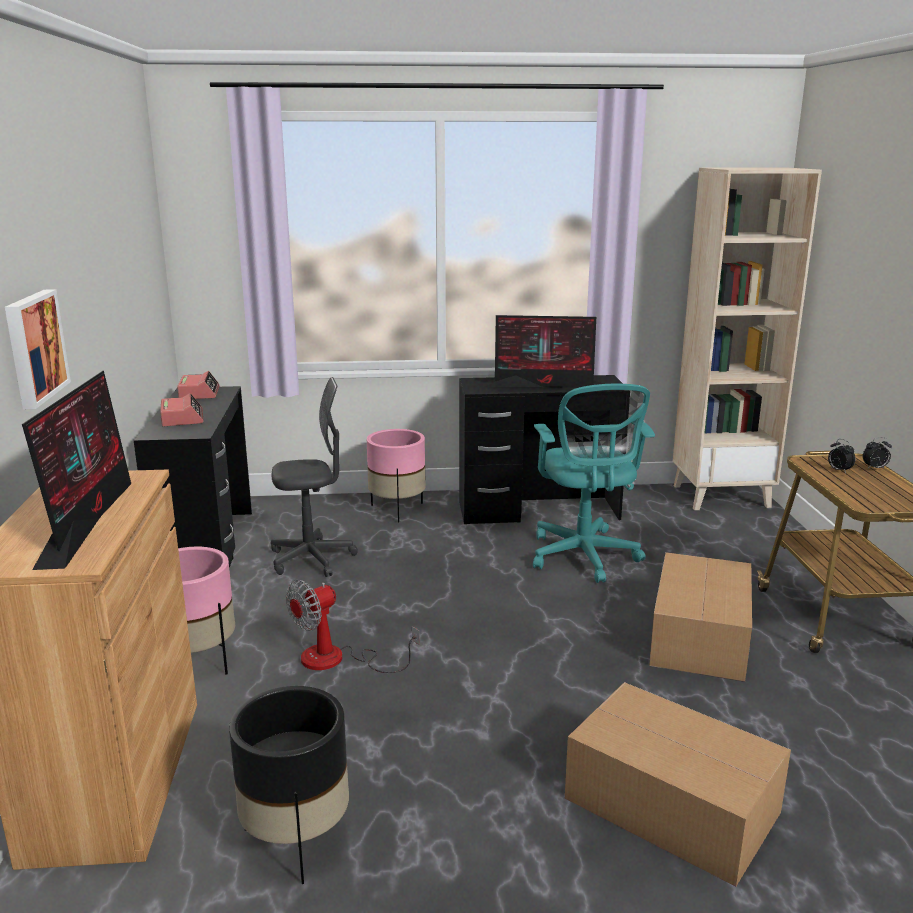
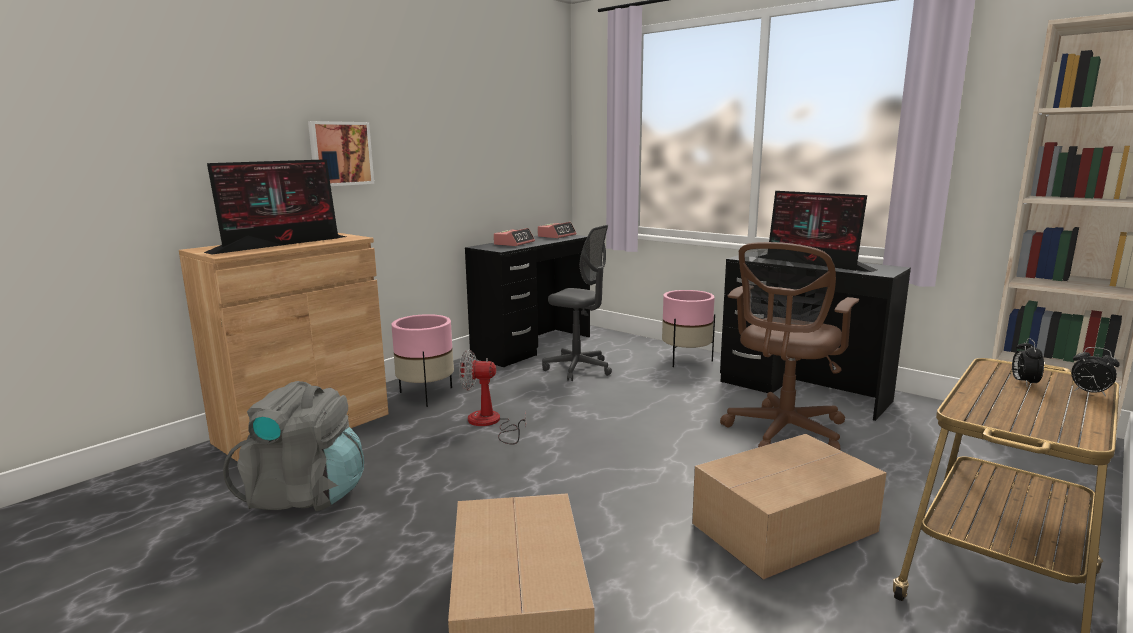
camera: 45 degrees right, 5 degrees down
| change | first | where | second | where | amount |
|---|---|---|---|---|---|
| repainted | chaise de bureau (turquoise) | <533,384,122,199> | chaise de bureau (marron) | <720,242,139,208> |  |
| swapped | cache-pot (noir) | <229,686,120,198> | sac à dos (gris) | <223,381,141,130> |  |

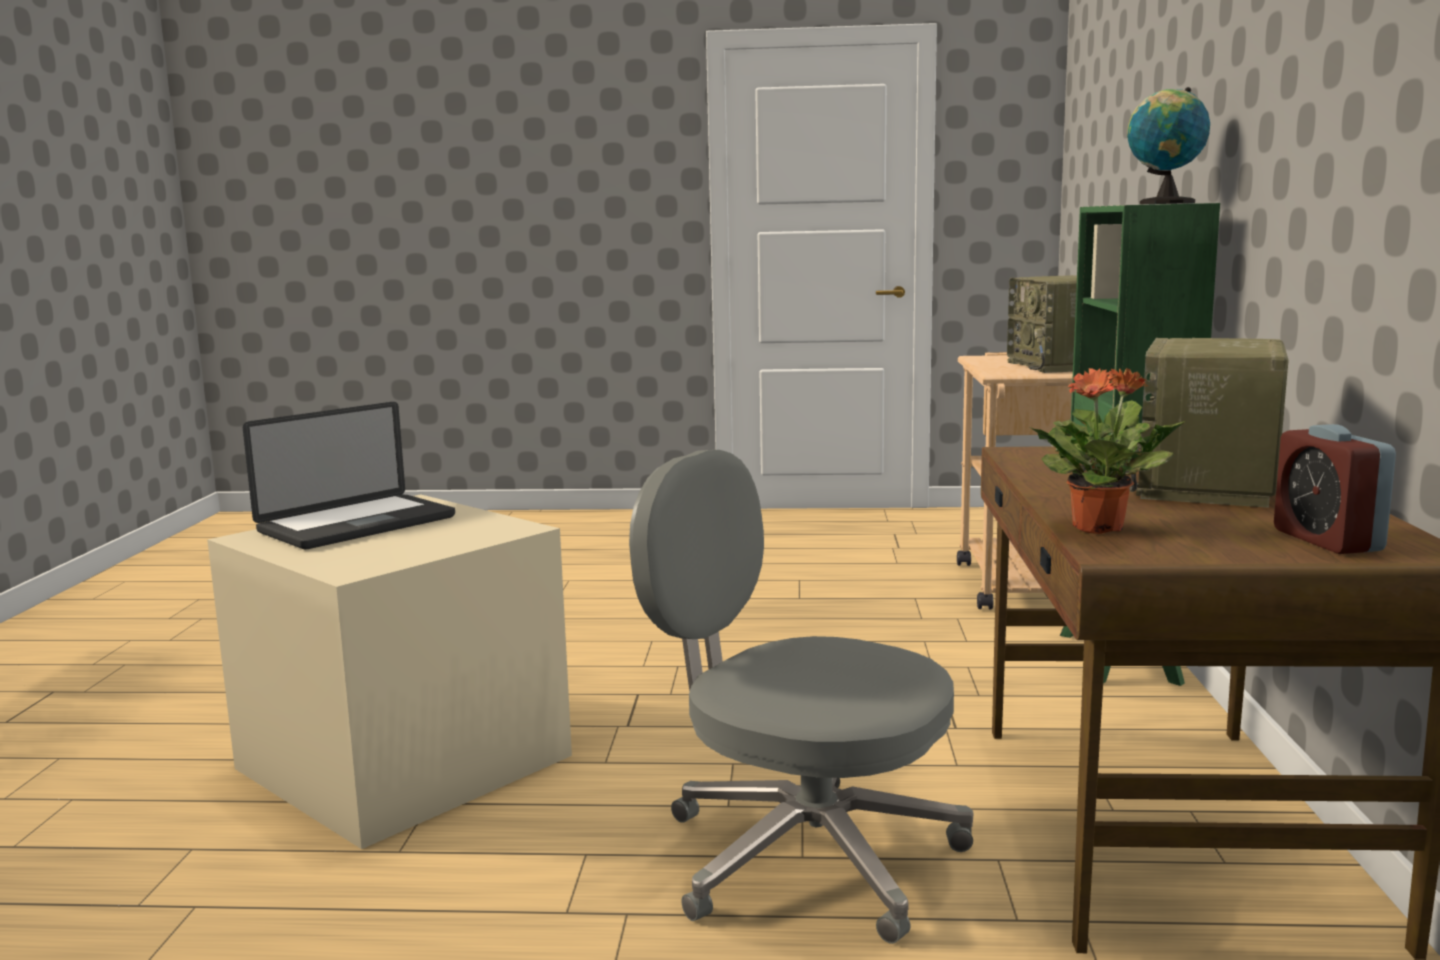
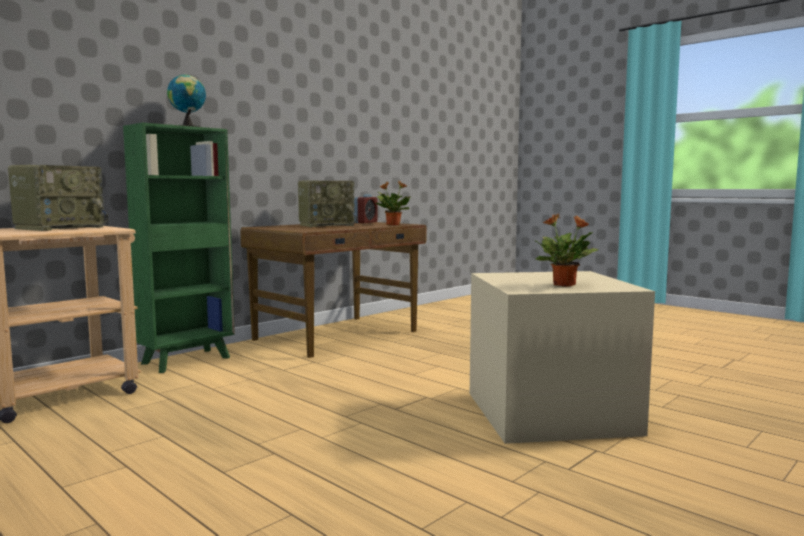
camera: 140 degrees left, 5 degrees down
| change | first | where | second | where | amount |
|---|---|---|---|---|---|
| swapped | ordinateur portable | <243,402,212,147> | plante en pot | <534,214,65,73> |  |
| gone | chaise de bureau (gris) | <629,450,344,494> |  |  |  |

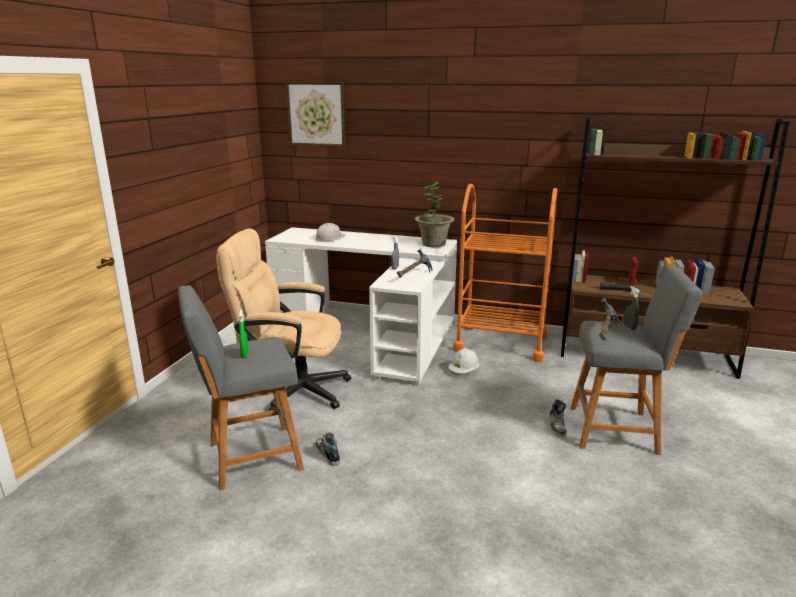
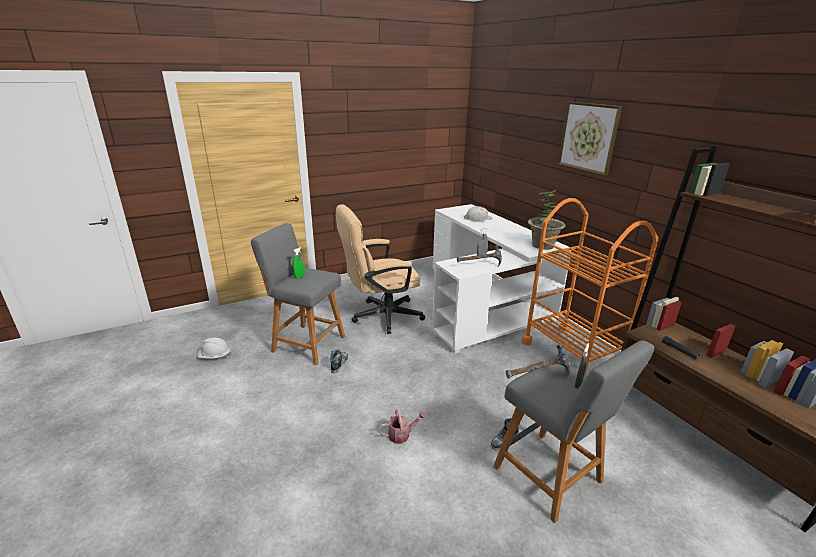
camera: 45 degrees right, 5 degrees up
| change | first | where | second | where | amount |
|---|---|---|---|---|---|
| shifted | tableau | <286,82,60,65> |  | <558,102,64,74> |  |
| rotated | chaise de bureau (beige) | <216,228,135,183> |  | <336,204,89,130> | 75 degrees counterclockwise |
| shifted | casque de chantier (blanc) | <448,348,31,26> |  | <197,337,34,22> |  |
| new |  |  | arrosoir | <379,410,47,34> |  |

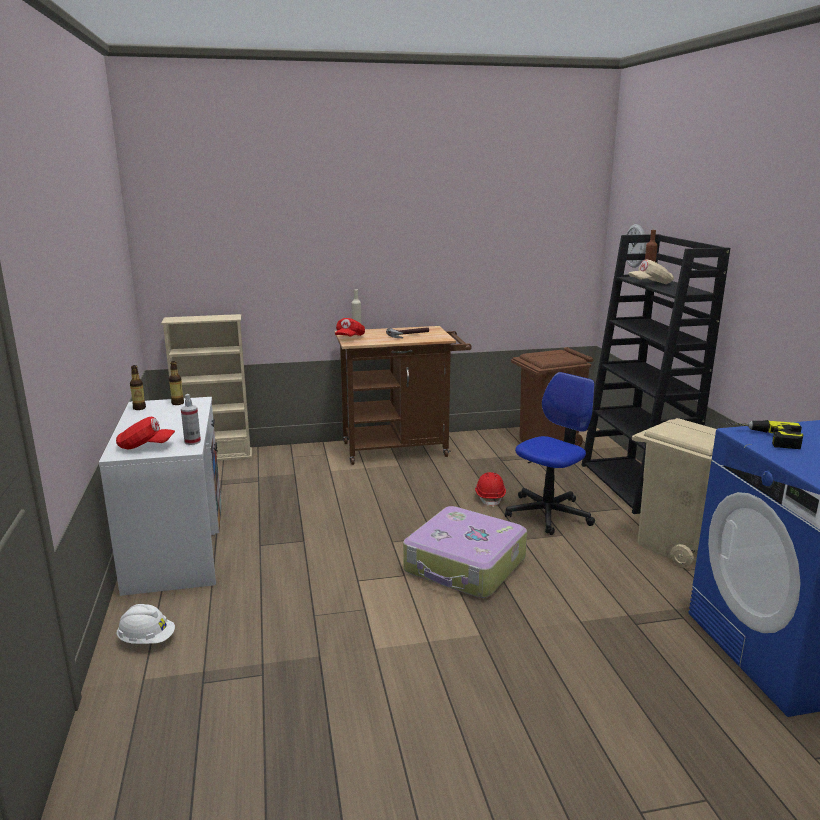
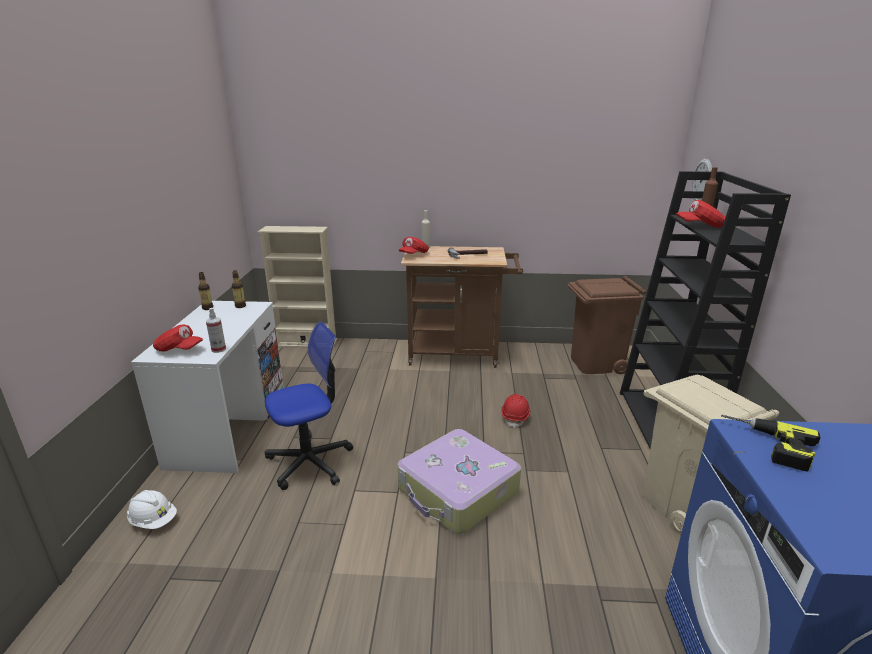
camera: 15 degrees right, 5 degrees up
| change | first | where | second | where | amount |
|---|---|---|---|---|---|
| repainted | casquette (beige) | <628,259,46,25> | casquette (rouge) | <676,200,50,28> |  |
| shifted | chaise de bureau | <505,372,90,163> |  | <265,322,88,168> |  |

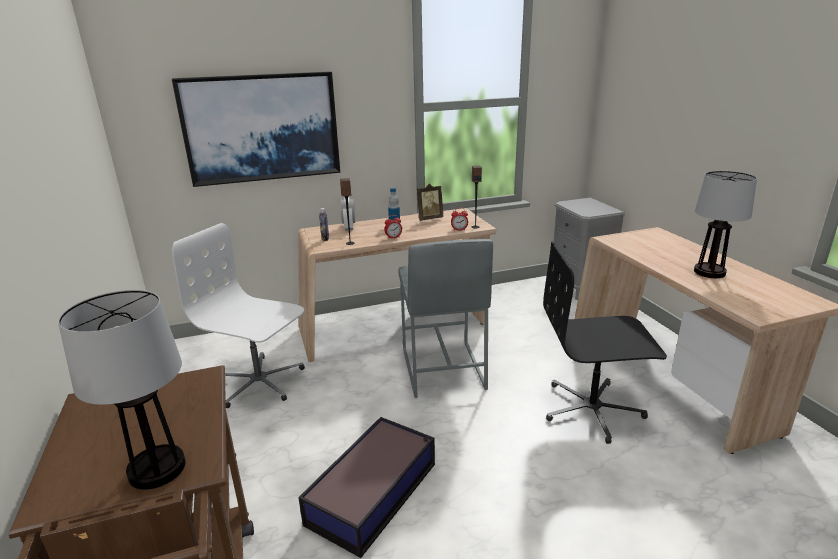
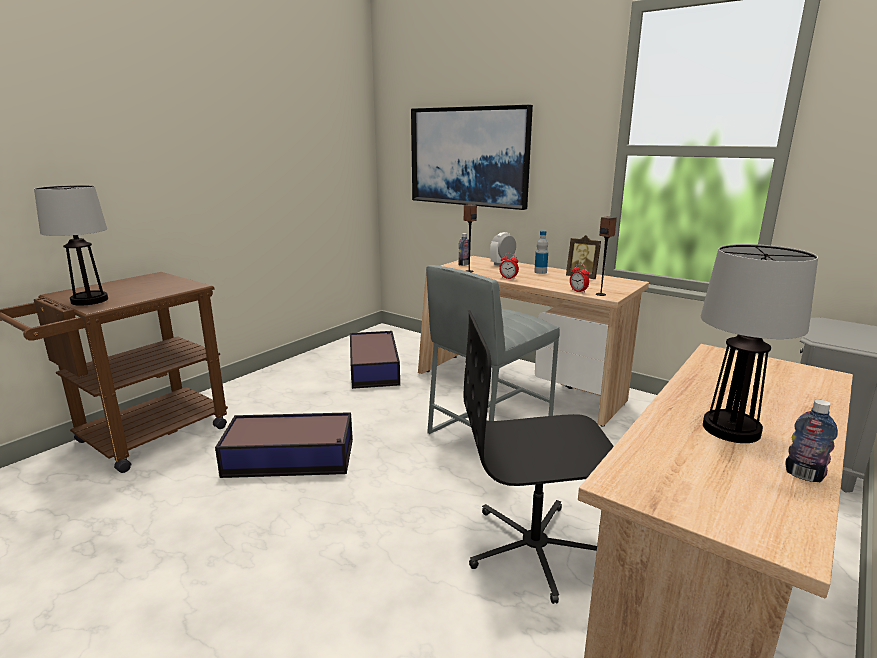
camera: 55 degrees right, 5 degrees down
| change | first | where | second | where | amount |
|---|---|---|---|---|---|
| swapped | chaise de bureau (blanc) | <172,223,133,185> | boîte de rangement | <350,331,50,58> |  |
| rotated | chaise de bureau (noir) | <543,241,124,203> |  | <463,310,151,294> | 60 degrees counterclockwise |
| new |  |  | bouteille | <785,399,53,83> |  |

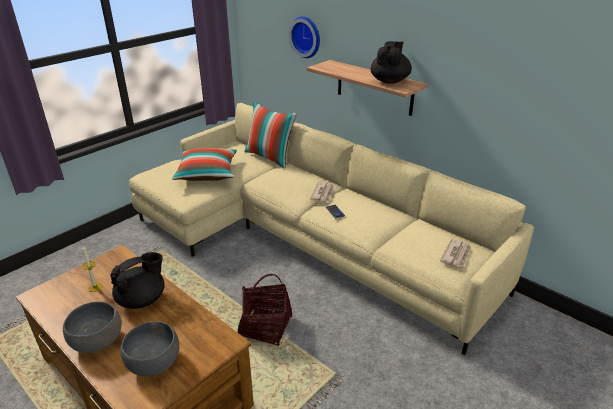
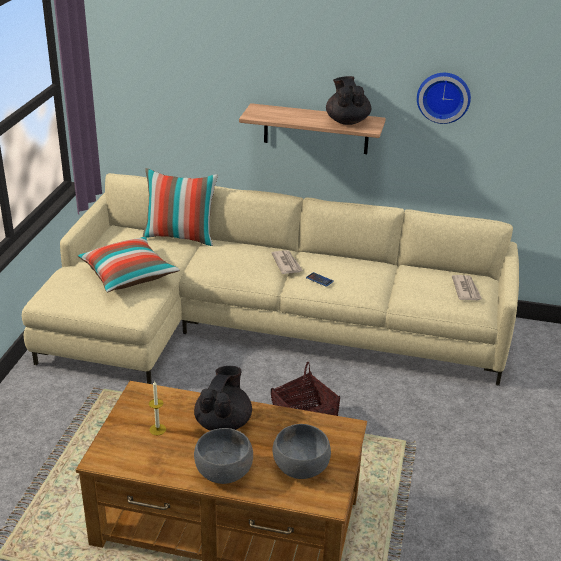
camera: 30 degrees left, 0 degrees up
| change | first | where | second | where | amount |
|---|---|---|---|---|---|
| shifted | horloge murale | <289,16,31,42> |  | <417,73,54,51> |  |

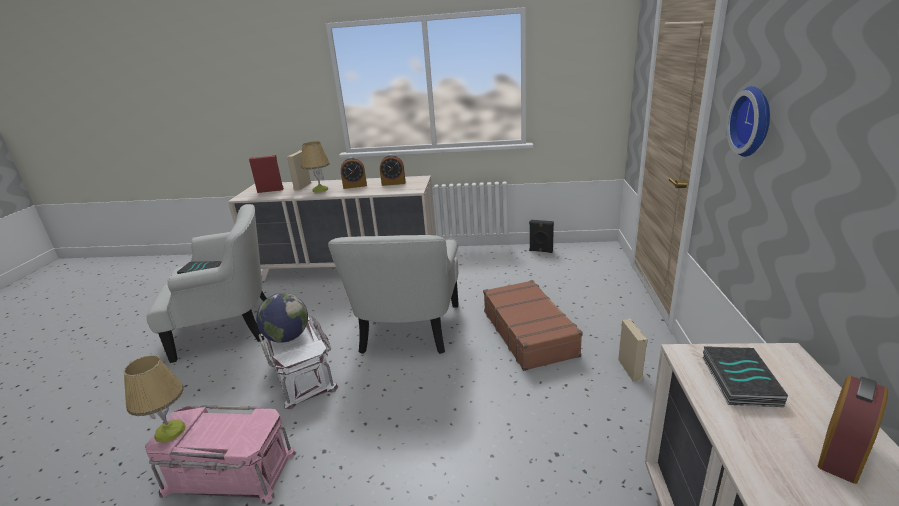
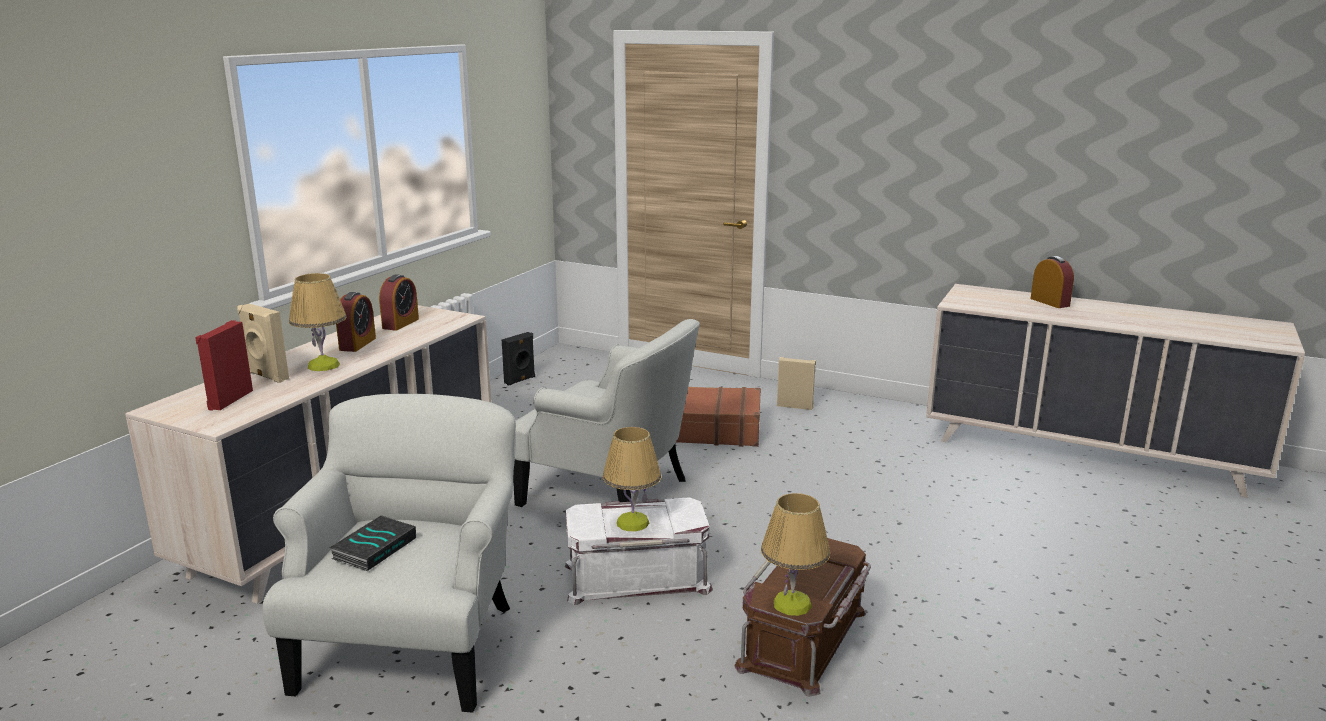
camera: 70 degrees left, 5 degrees down
| change | first | where | second | where | amount |
|---|---|---|---|---|---|
| gone | horloge murale | <726,86,44,71> |  |  |  |
| swapped | globe | <256,293,52,50> | lampe de table | <603,427,58,104> |  |
| gone | livre | <702,346,86,61> |  |  |  |
| repainted | boîte de rangement (rose) | <145,405,151,99> | boîte de rangement (marron) | <734,538,137,158> |  |

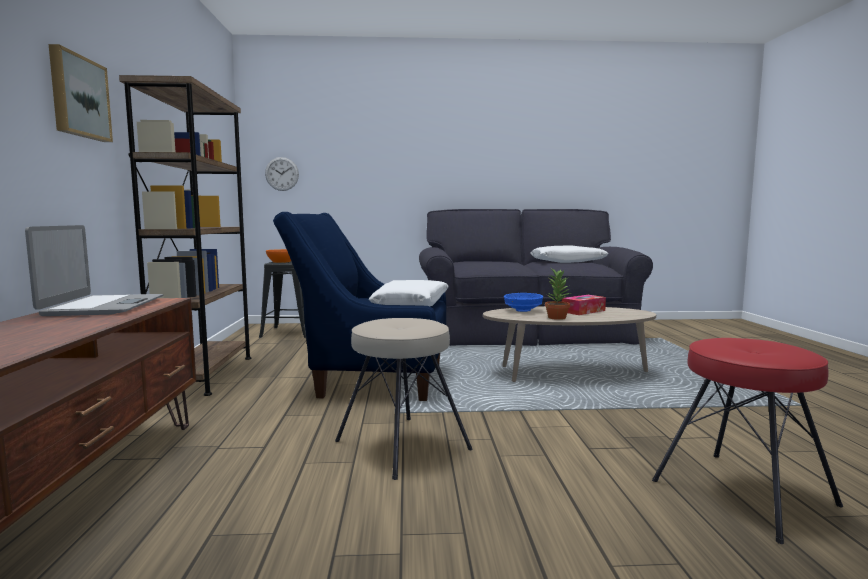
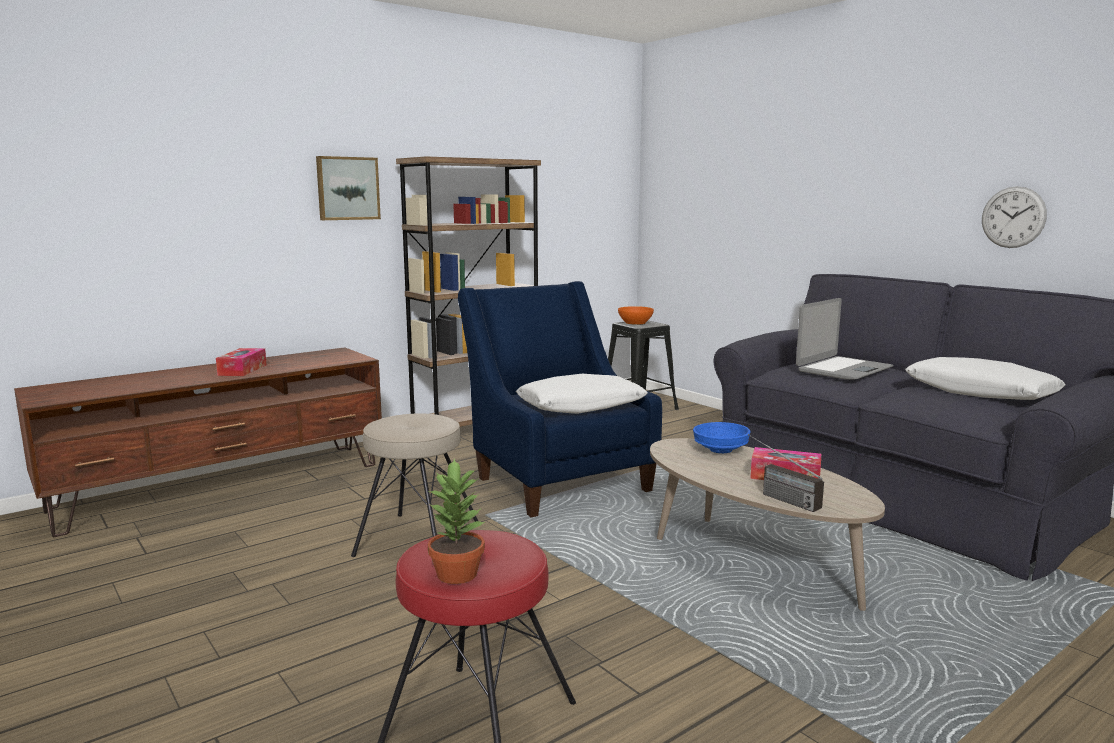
camera: 55 degrees right, 5 degrees up
| change | first | where | second | where | amount |
|---|---|---|---|---|---|
| shifted | horloge murale | <265,157,34,34> |  | <982,186,65,62> |  |
| shifted | ordinateur portable | <25,225,138,91> |  | <796,298,97,82> |  |
| shifted | plante en pot | <545,268,26,52> |  | <428,459,57,125> |  |
| new |  |  | boîte à mouchoirs | <216,348,51,28> |  |
| new |  |  | radio | <748,434,76,78> |  |

